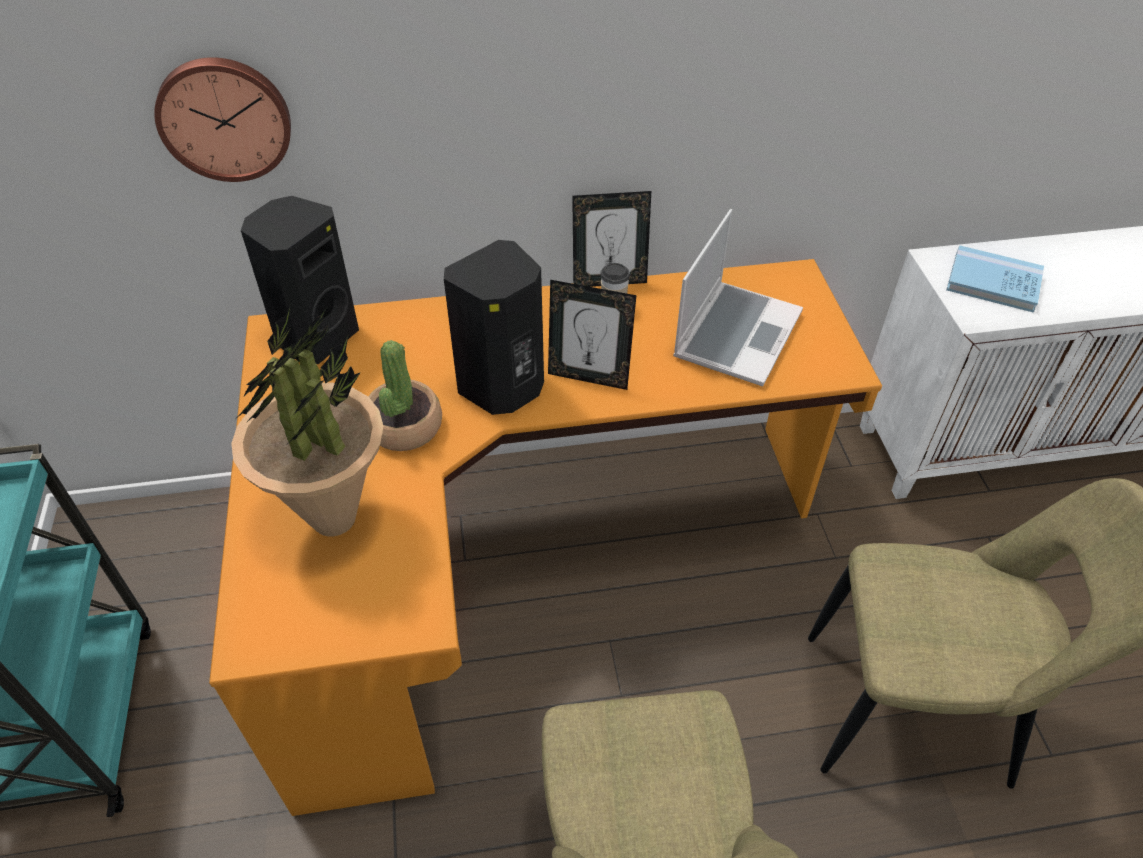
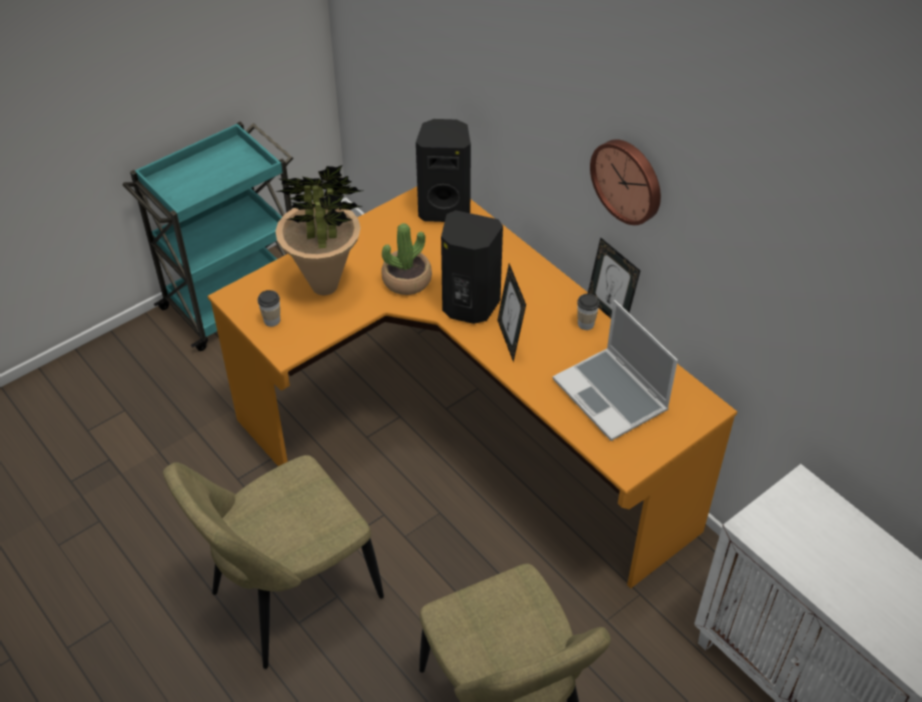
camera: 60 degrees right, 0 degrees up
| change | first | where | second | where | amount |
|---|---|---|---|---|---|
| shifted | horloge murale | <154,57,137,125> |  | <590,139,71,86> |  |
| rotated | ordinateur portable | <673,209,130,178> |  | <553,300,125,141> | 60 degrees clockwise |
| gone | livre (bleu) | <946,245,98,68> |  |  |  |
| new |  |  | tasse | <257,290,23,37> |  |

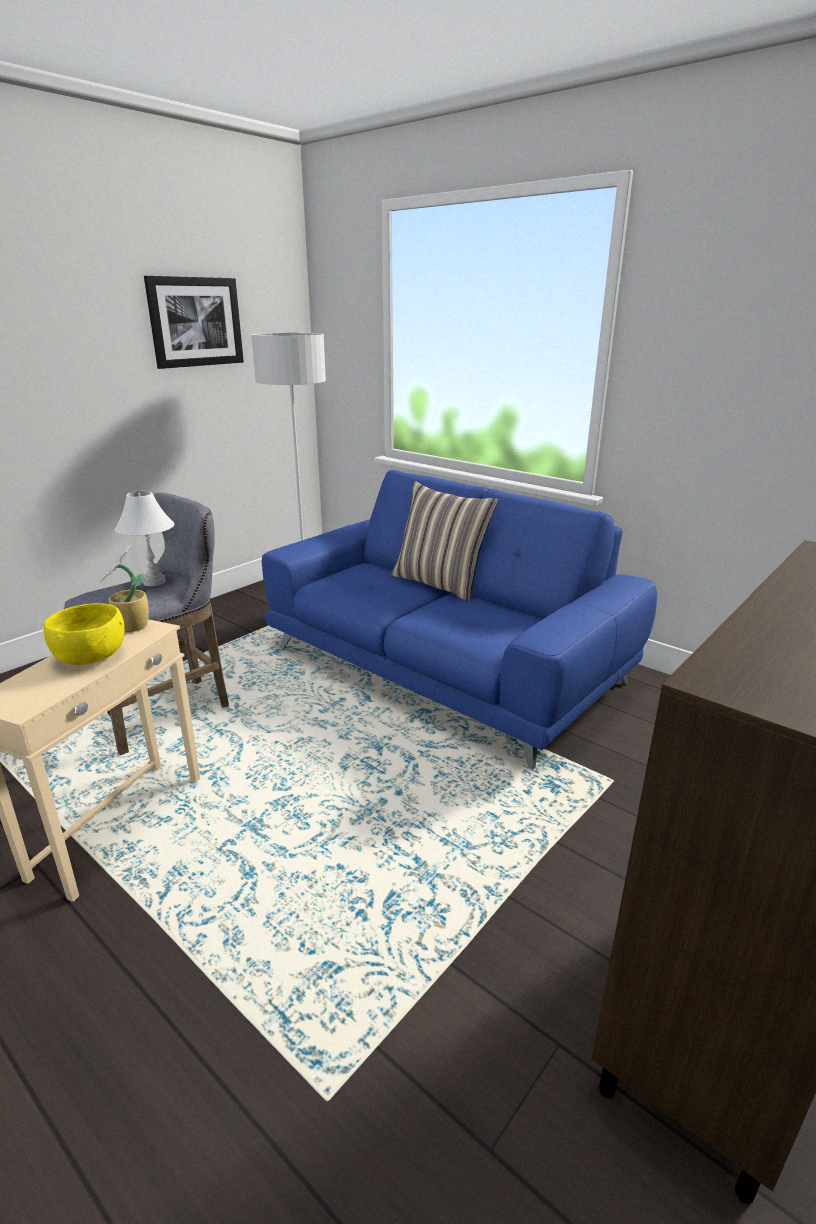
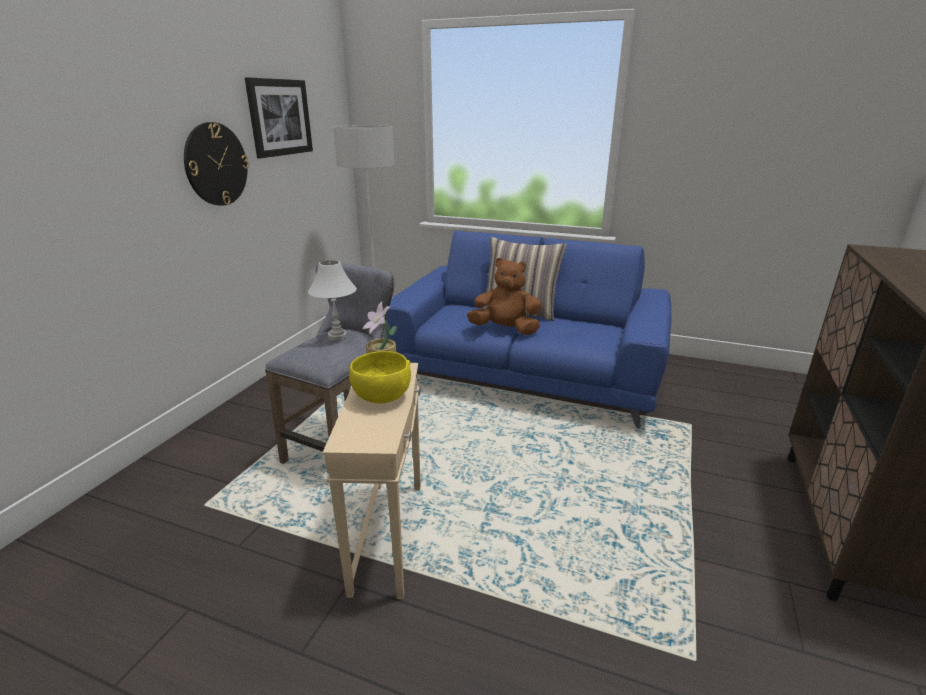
camera: 20 degrees left, 0 degrees up
| change | first | where | second | where | amount |
|---|---|---|---|---|---|
| new |  |  | horloge murale | <184,122,65,84> |  |
| new |  |  | peluche (marron) | <467,258,75,77> |  |

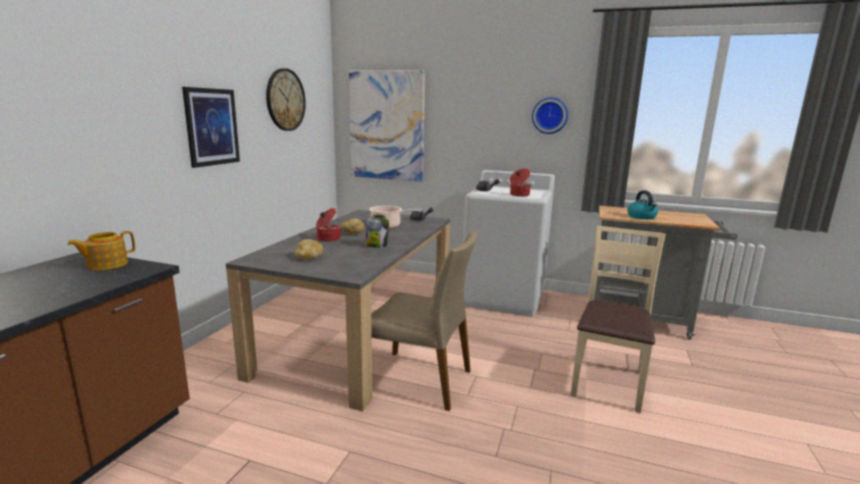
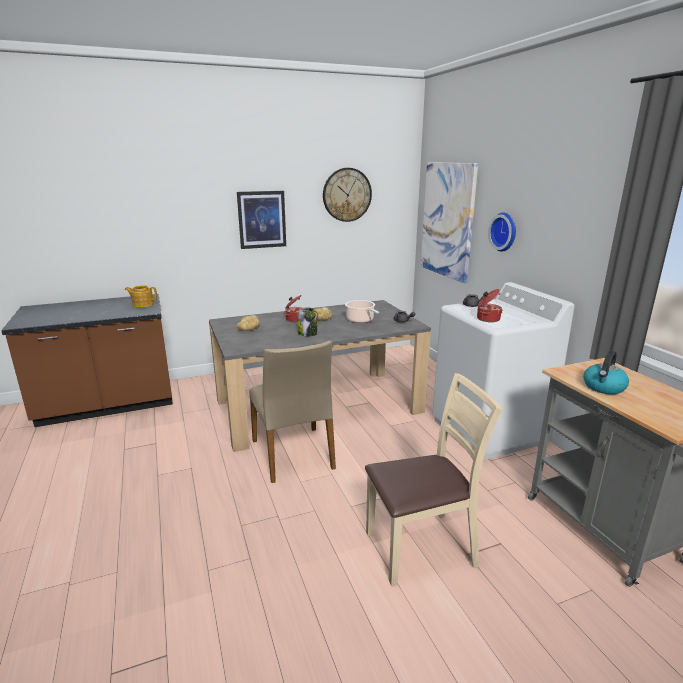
camera: 50 degrees right, 5 degrees up
| change | first | where | second | where | amount |
|---|---|---|---|---|---|
| shifted | horloge murale | <532,98,36,36> |  | <488,212,28,40> |  |

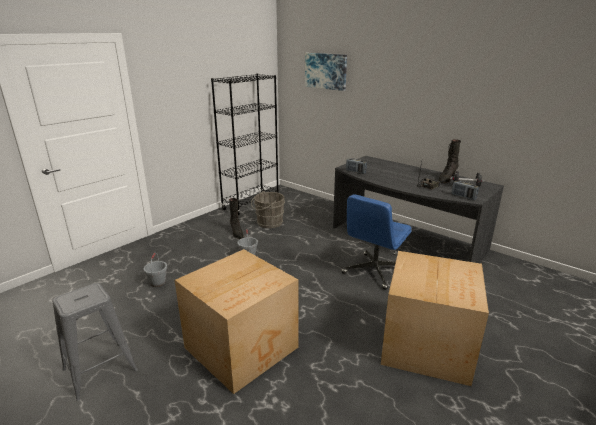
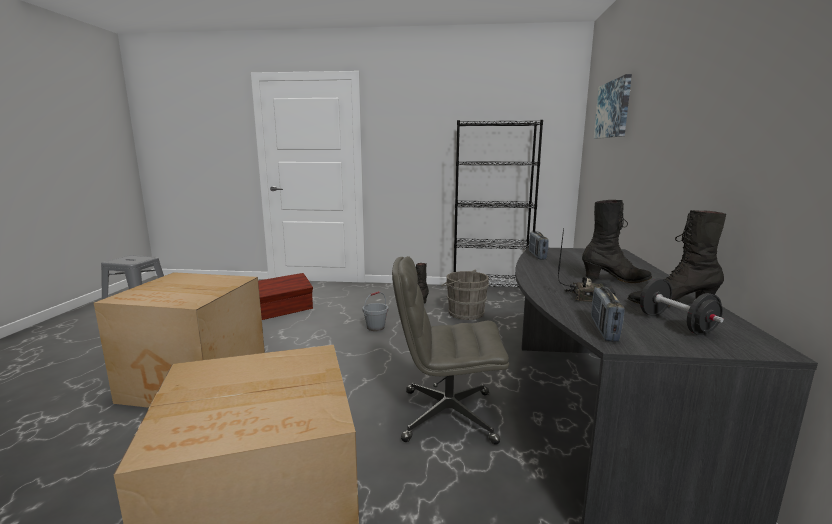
camera: 55 degrees right, 10 degrees down
| change | first | where | second | where | amount |
|---|---|---|---|---|---|
| repainted | chaise de bureau (bleu) | <342,195,70,95> | chaise de bureau (gris) | <392,256,117,189> |  |
| swapped | seau (gris) | <144,253,23,34> | boîte de rangement (marron) | <258,273,55,47> |  |
| new |  |  | botte (noir) | <582,200,70,83> |  |

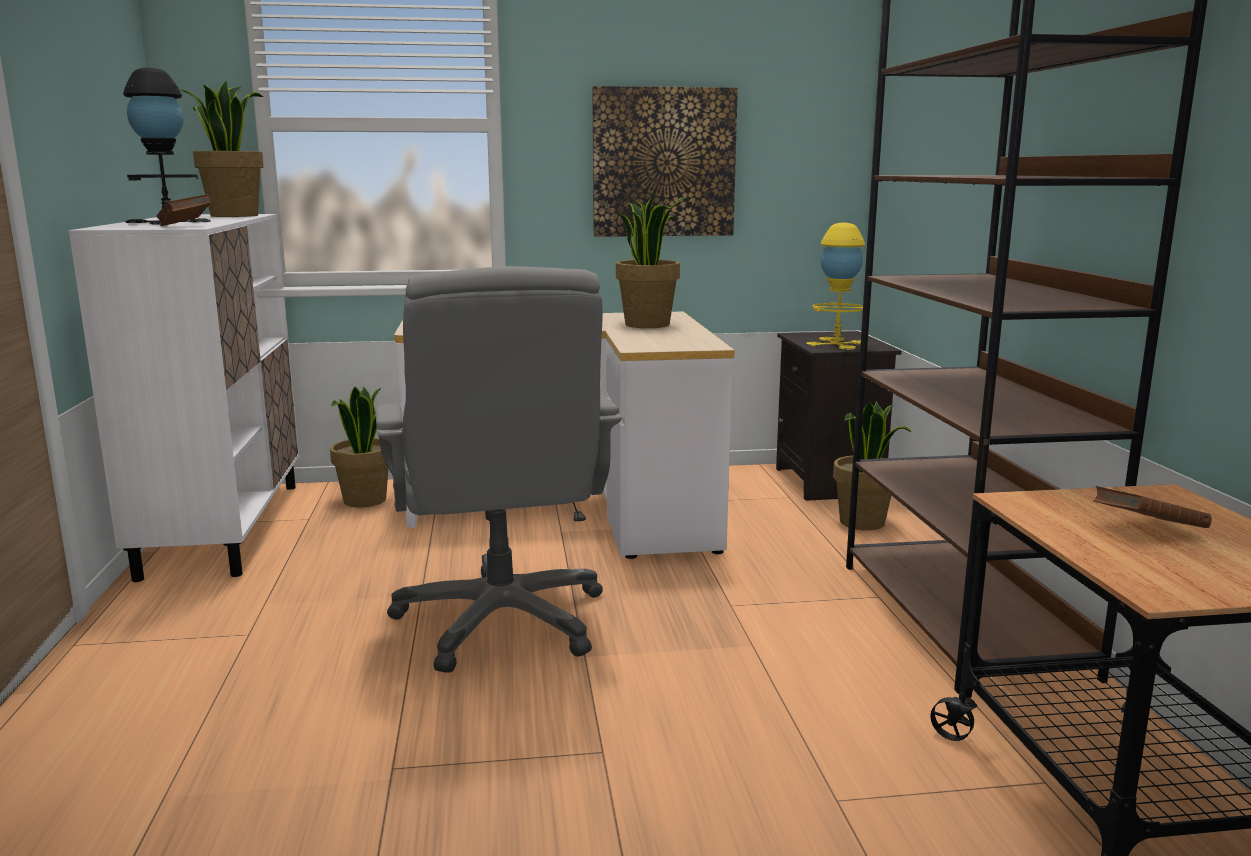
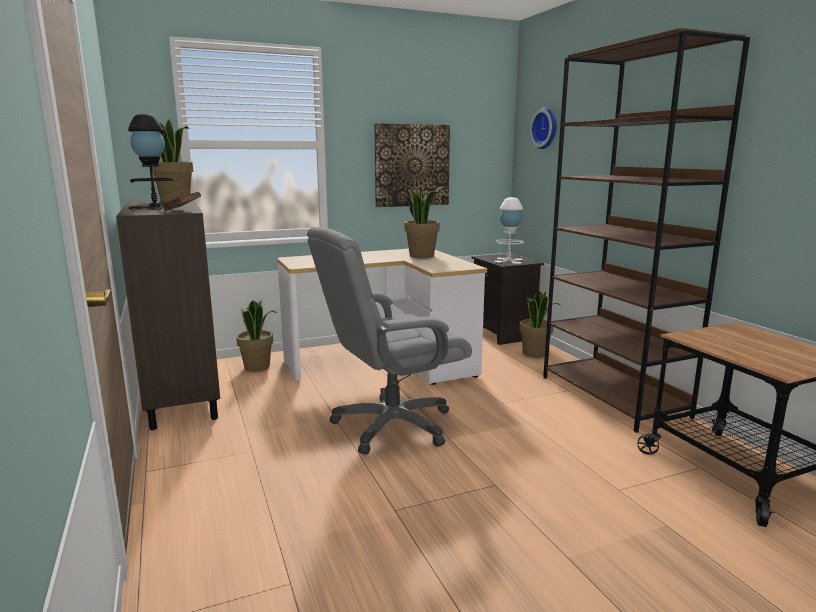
camera: 15 degrees left, 0 degrees up
| change | first | where | second | where | amount |
|---|---|---|---|---|---|
| repainted | meuble de rangement (blanc) | <69,214,230,368> | meuble de rangement (marron) | <116,200,104,230> |  |
| repainted | lampe de table (jaune) | <806,223,59,127> | lampe de table (blanc) | <494,197,30,67> |  |
| rotated | chaise de bureau (gris) | <375,266,247,407> |  | <307,227,165,227> | 90 degrees clockwise |
| gone | livre (marron) | <1093,486,119,42> |  |  |  |
| new |  |  | horloge murale | <530,107,27,42> |  |

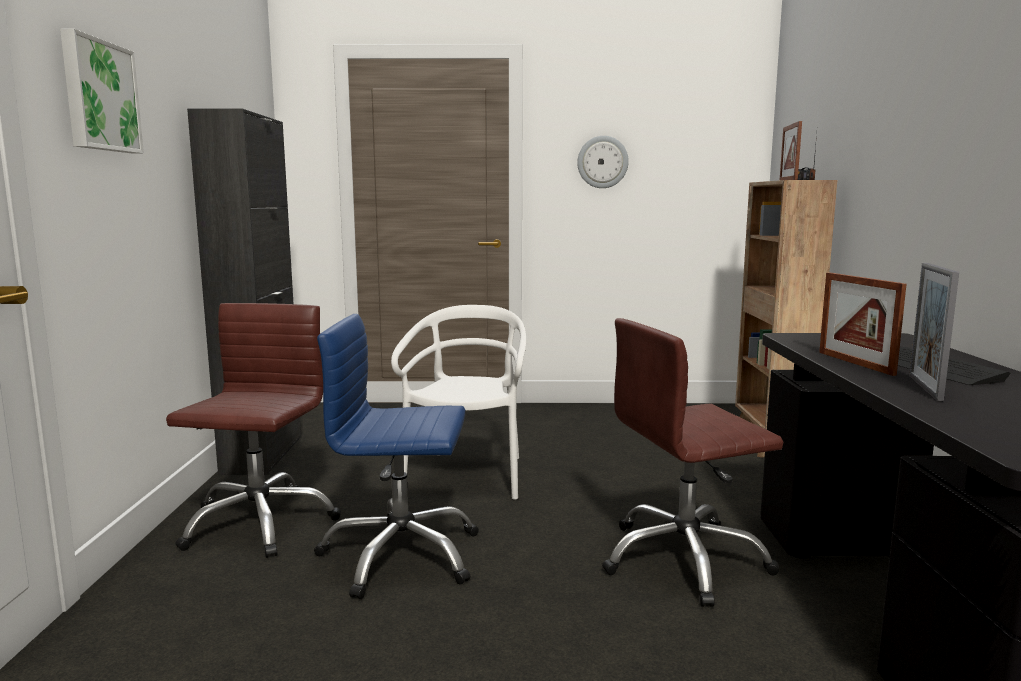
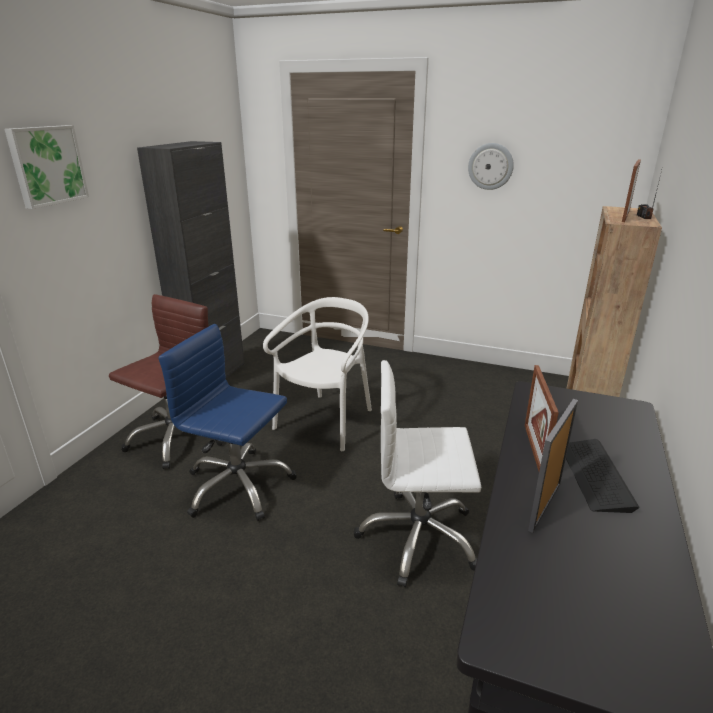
camera: 20 degrees right, 15 degrees up
| change | first | where | second | where | amount |
|---|---|---|---|---|---|
| repainted | chaise de bureau (marron) | <602,318,181,289> | chaise de bureau (blanc) | <354,360,127,228> |  |

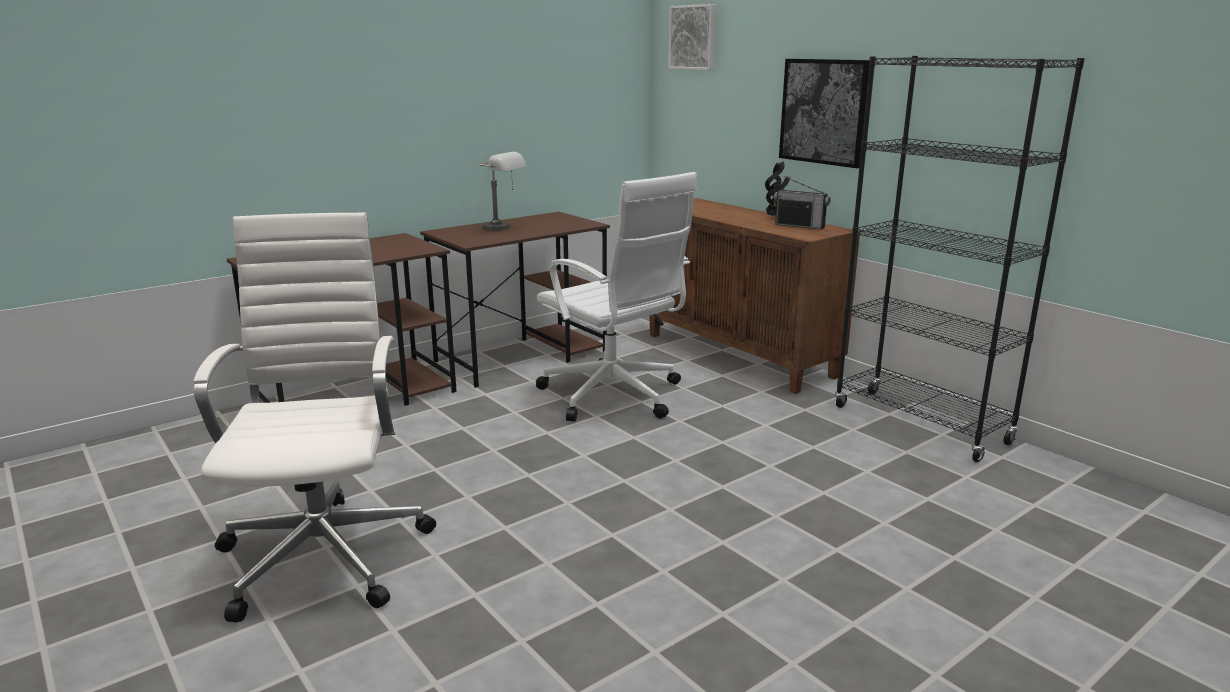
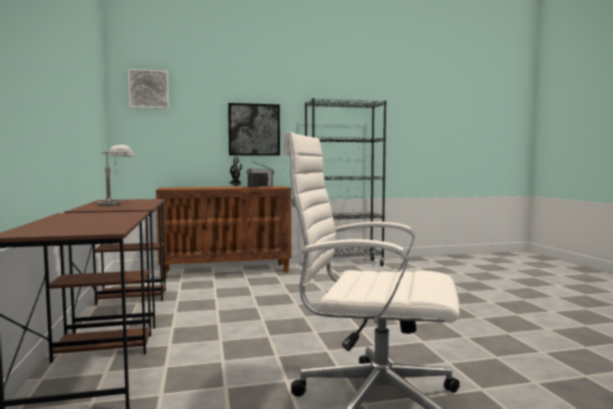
camera: 65 degrees left, 15 degrees down
| change | first | where | second | where | amount |
|---|---|---|---|---|---|
| gone | chaise de bureau (blanc) | <536,172,162,250> |  |  |  |

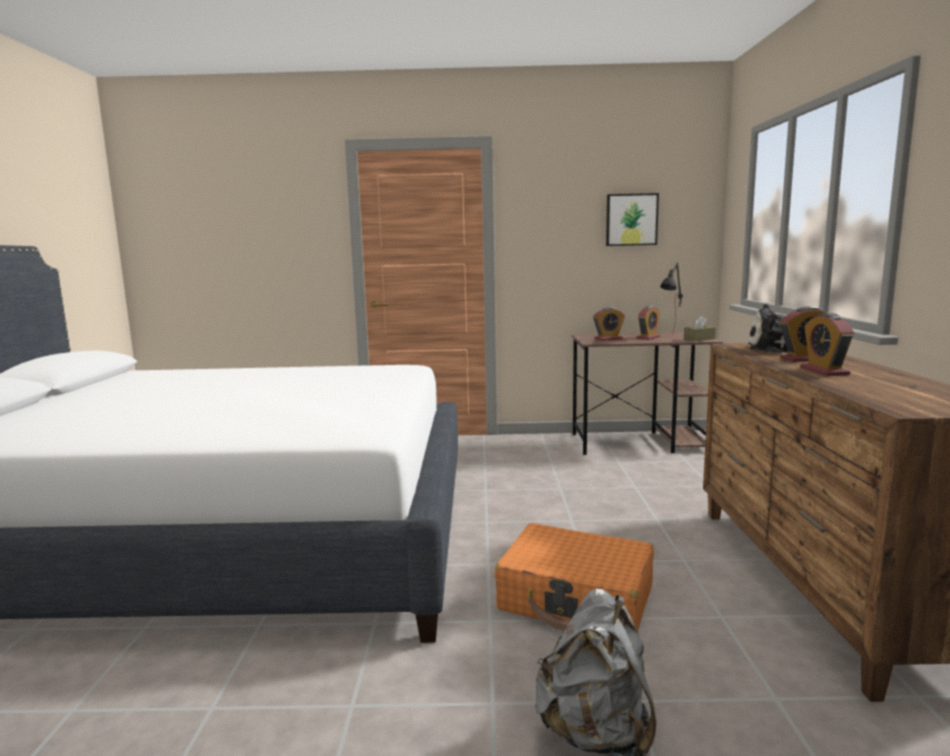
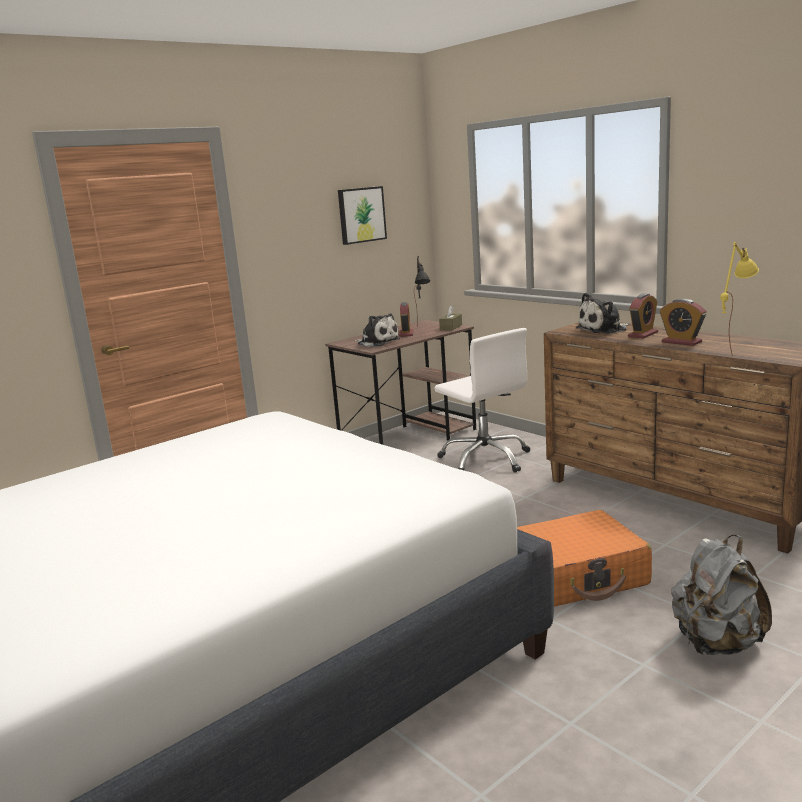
camera: 40 degrees left, 5 degrees up
| change | first | where | second | where | amount |
|---|---|---|---|---|---|
| swapped | réveil | <593,307,32,34> | peluche | <355,313,45,34> |  |
| new |  |  | lampe de table (jaune) | <720,242,39,111> |  |
| new |  |  | chaise de bureau (blanc) | <435,328,95,145> |  |

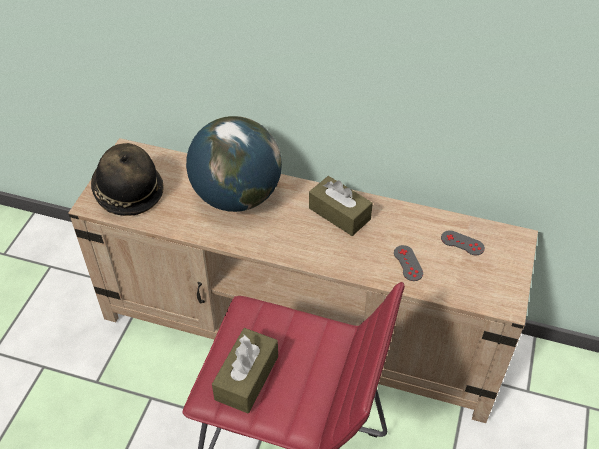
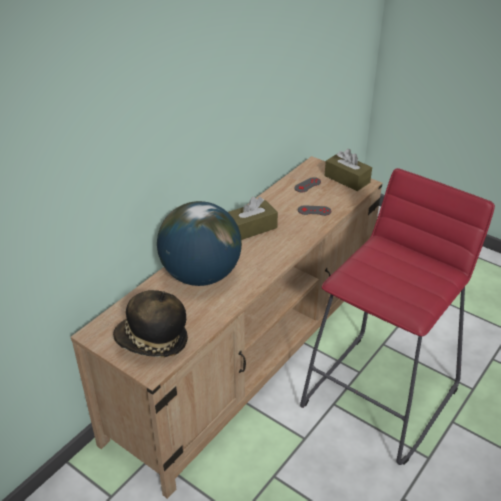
camera: 70 degrees left, 10 degrees down
| change | first | where | second | where | amount |
|---|---|---|---|---|---|
| shifted | boîte à mouchoirs (marron) | <212,328,66,85> |  | <325,149,47,42> |  |

